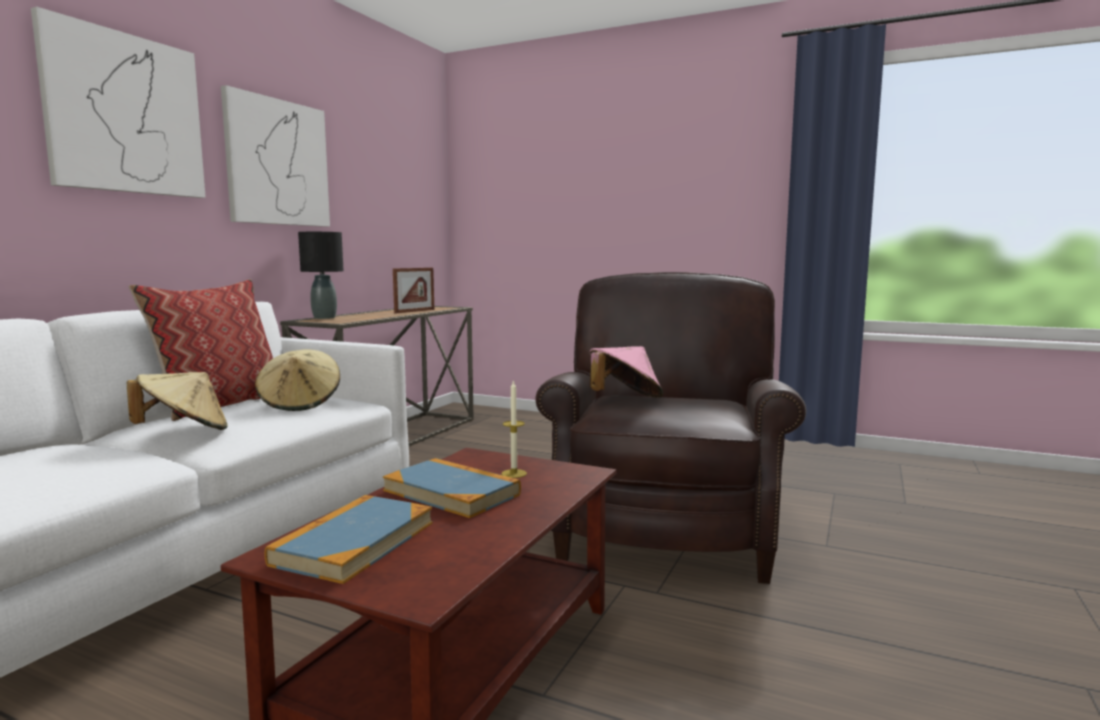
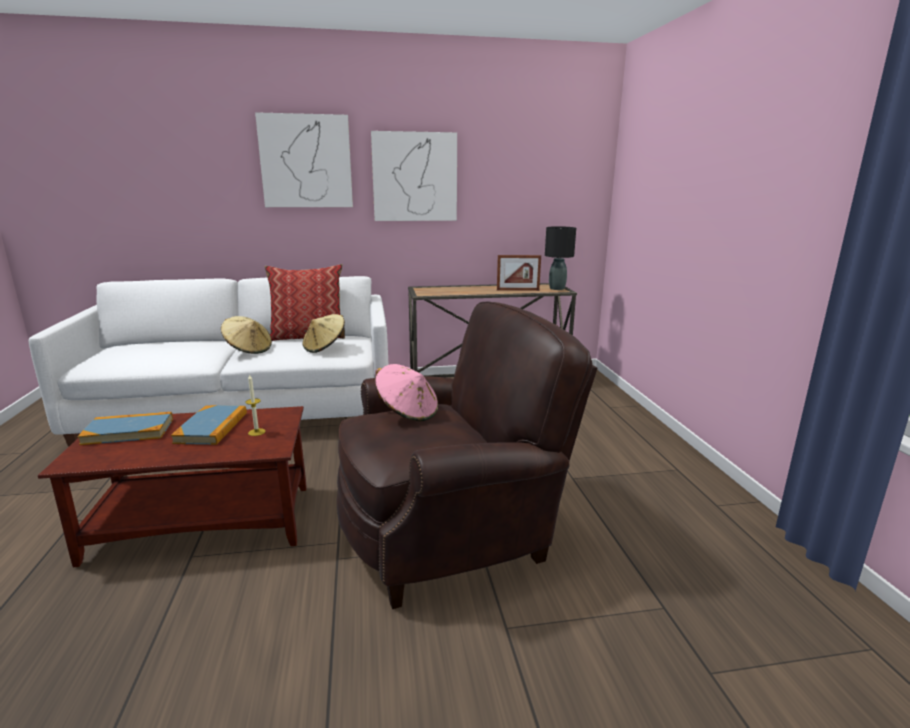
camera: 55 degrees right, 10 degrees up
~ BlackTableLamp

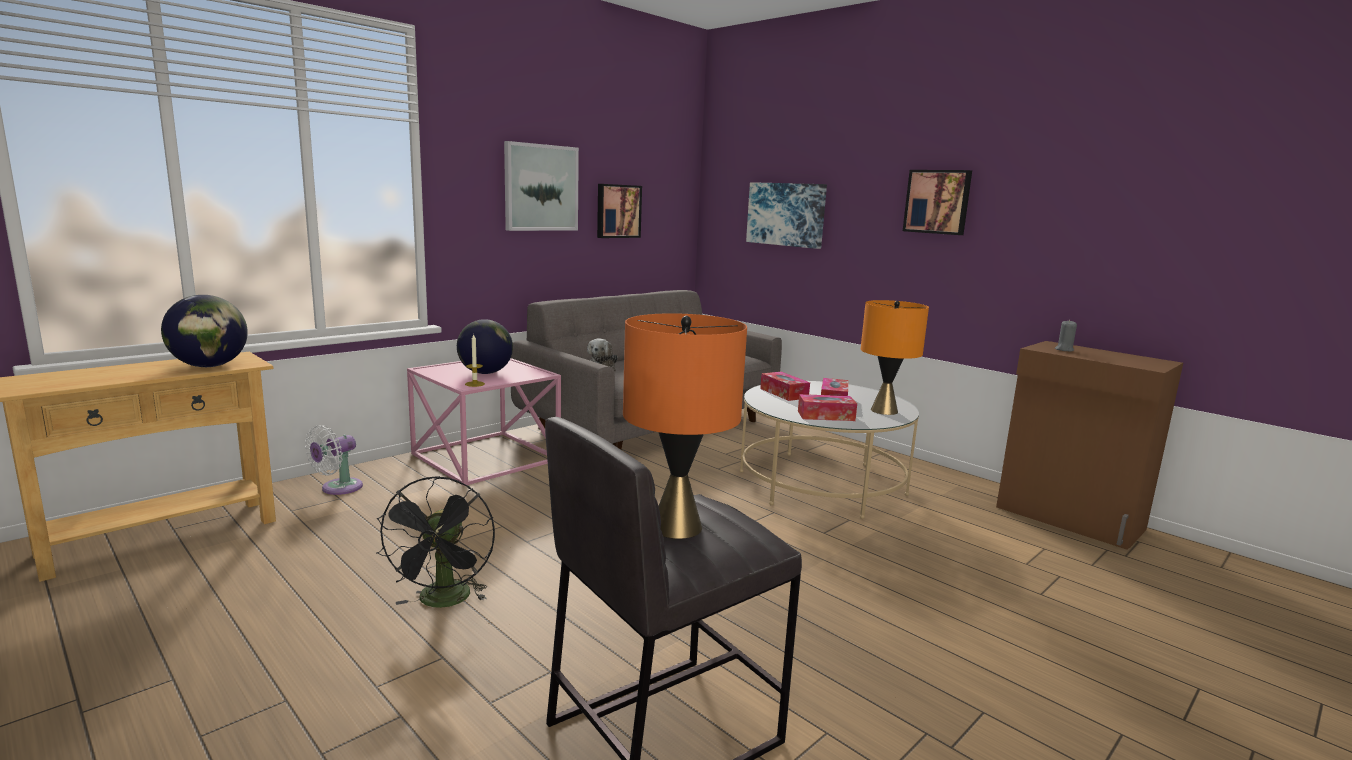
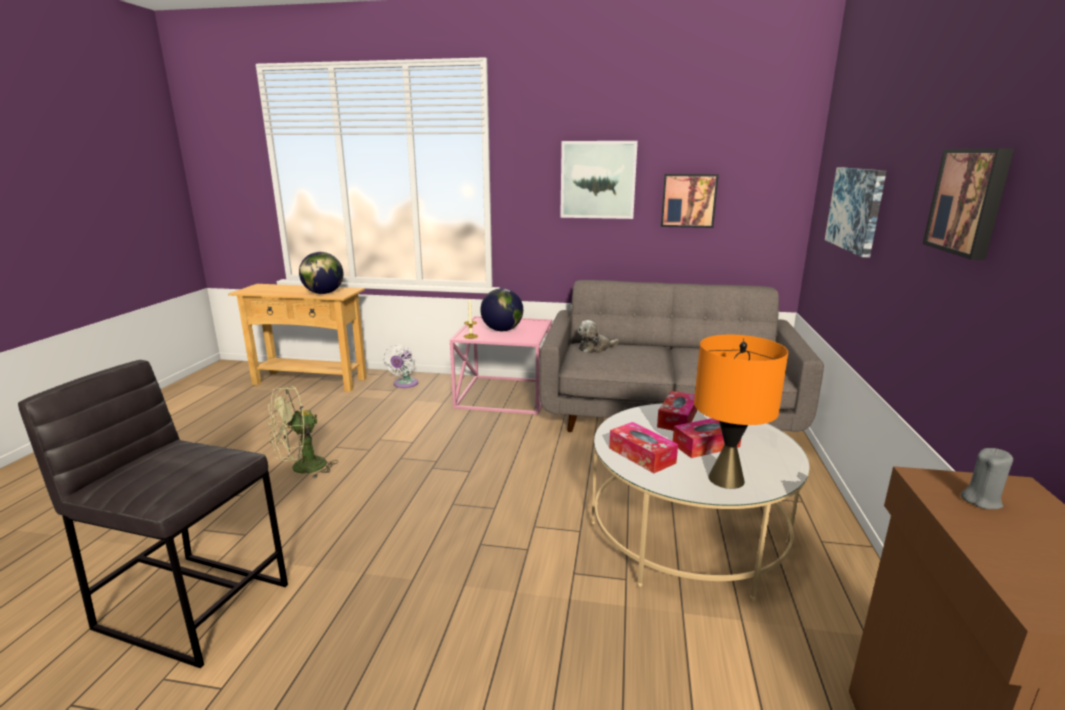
camera: 55 degrees right, 5 degrees up
- OrangeTableLamp (no. 1 from left)
~ WhiteFan 75 degrees counterclockwise
~ BlackFan to GreenFan

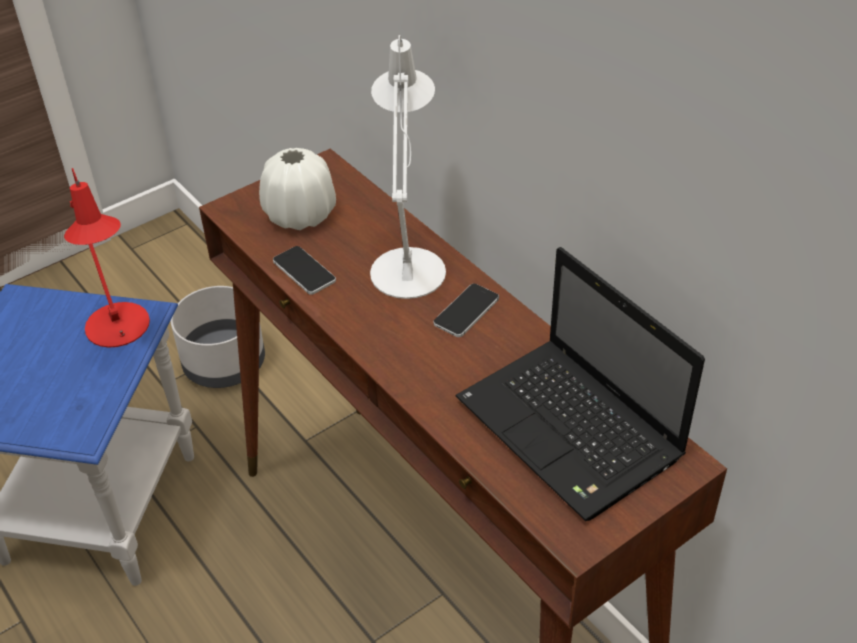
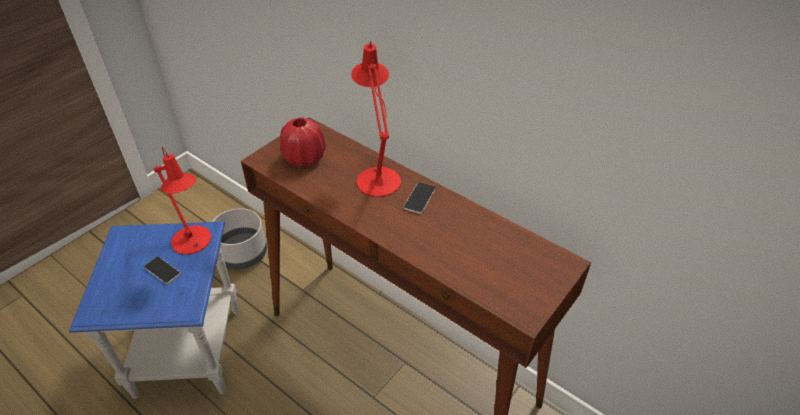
camera: 15 degrees left, 0 degrees up
~ WhiteTableLamp to RedTableLamp (no. 2 from left)
~ WhiteVase to RedVase
~ Phone (no. 1 from left)
- Laptop

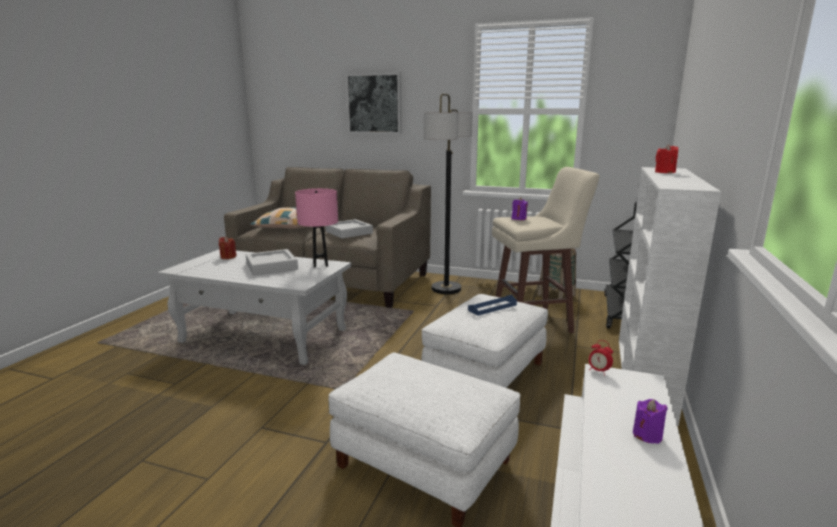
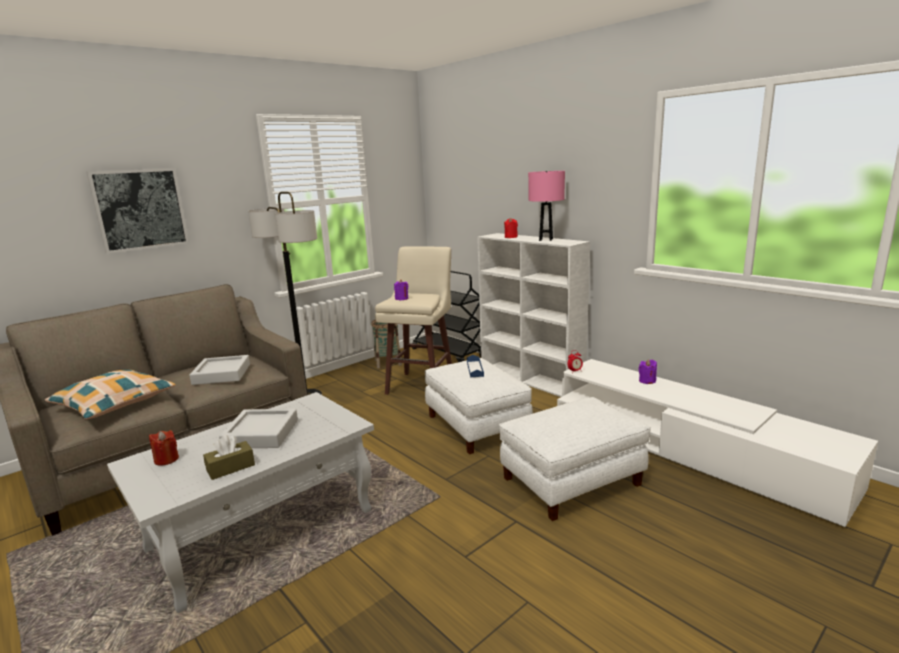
camera: 60 degrees left, 0 degrees up
~ PinkTableLamp
+ BrownTissueBox

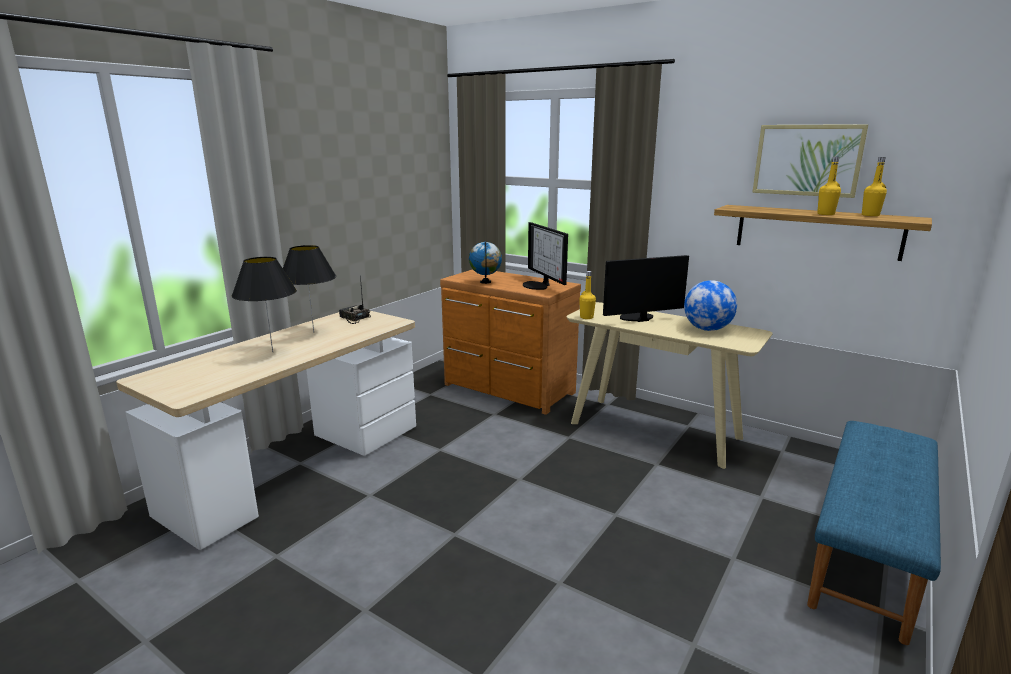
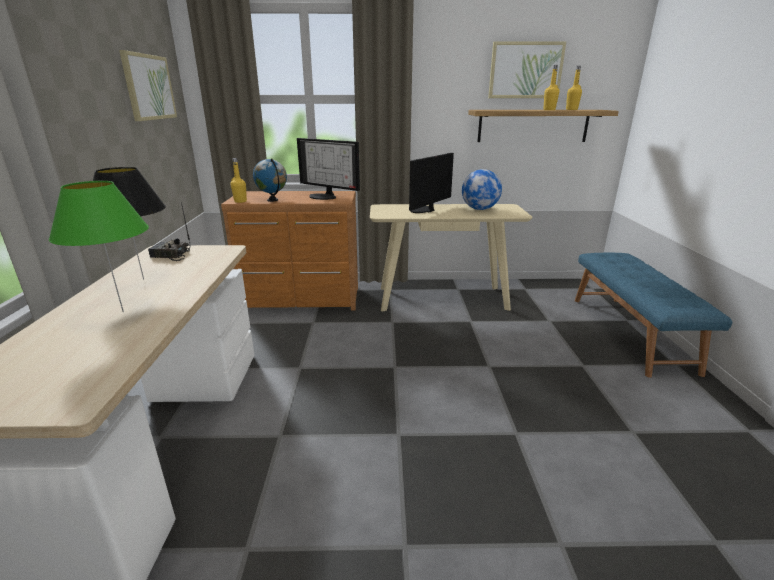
camera: 35 degrees left, 5 degrees up
~ BlackTableLamp (no. 1 from left) to GreenTableLamp
~ YellowBottle (no. 1 from left)
+ Picture (no. 1 from left)

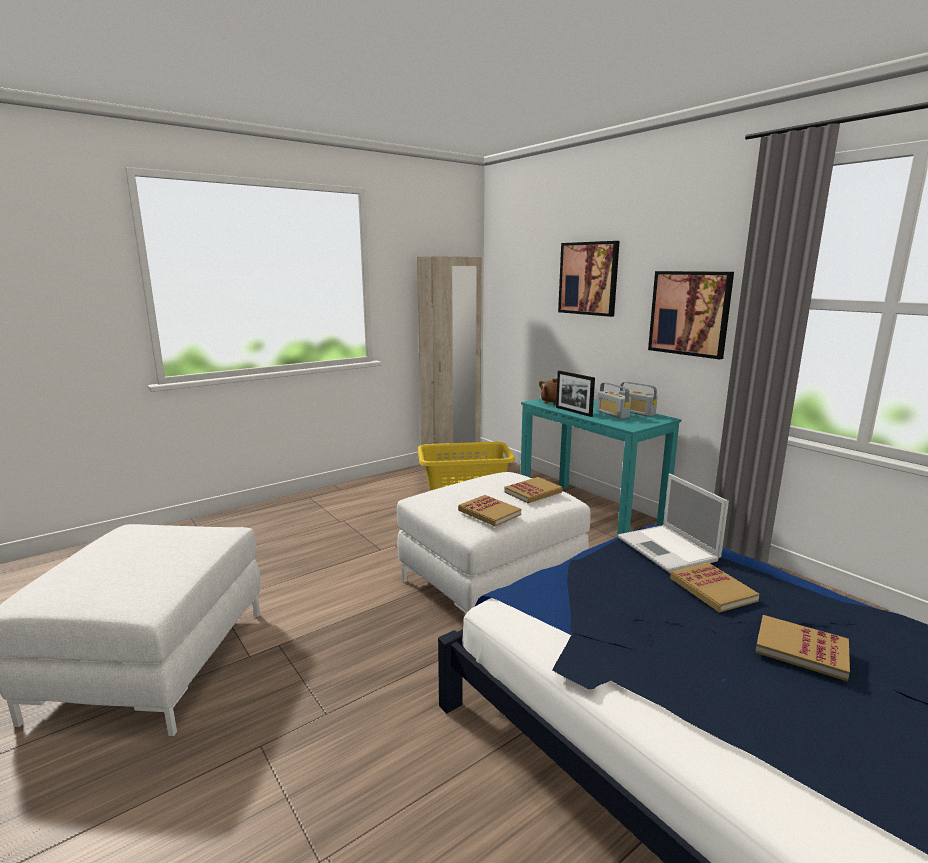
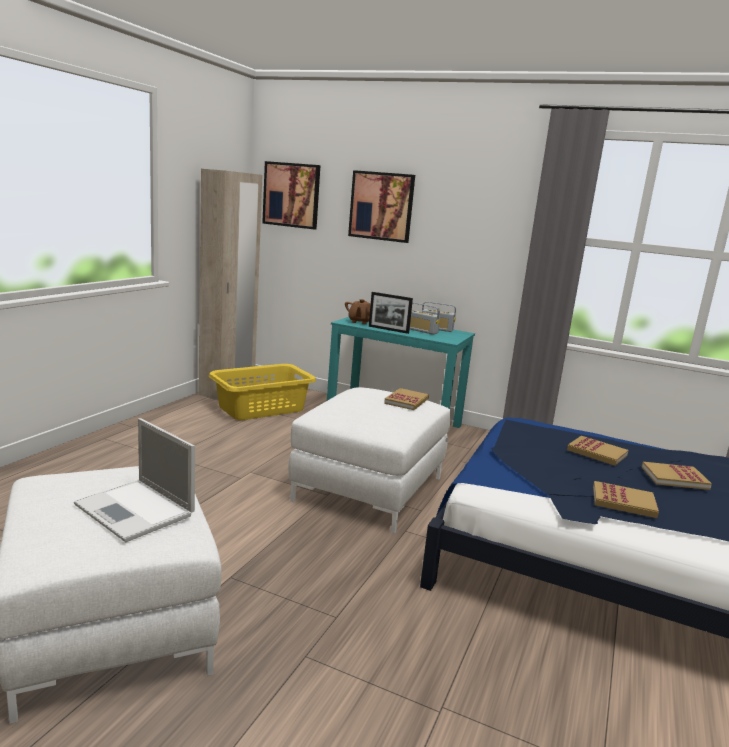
camera: 30 degrees left, 0 degrees up
~ Picture (no. 2 from left in the first image) to Picture (no. 1 from left)
~ Laptop
~ Book (no. 1 from left in the first image) to Book (no. 3 from left)

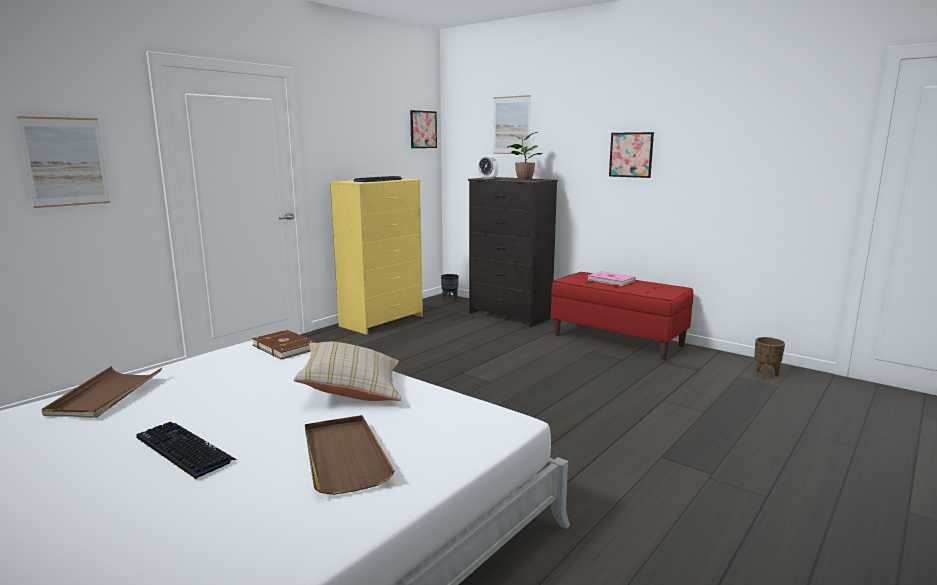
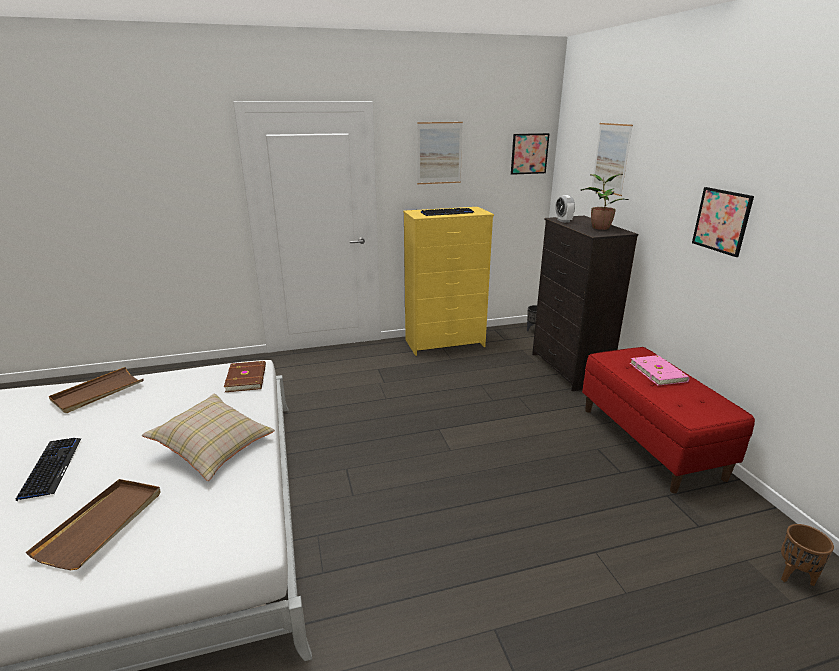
camera: 35 degrees right, 10 degrees up
~ Picture (no. 1 from left)

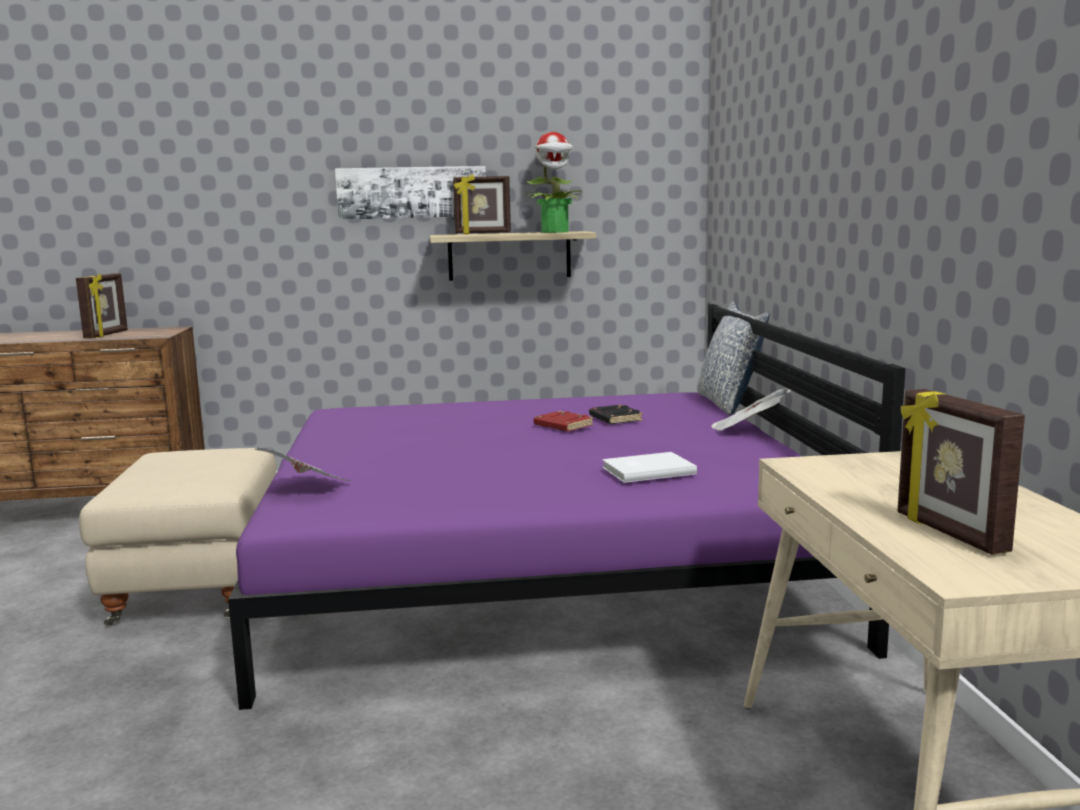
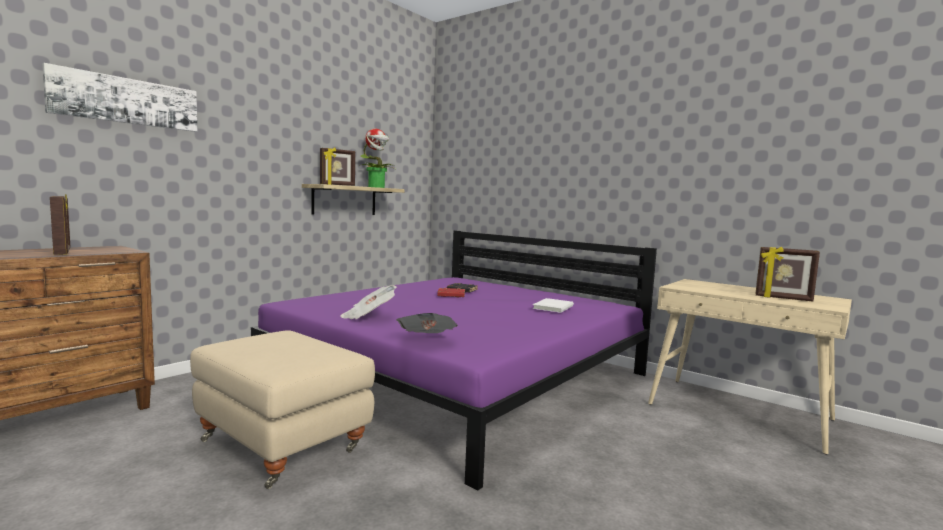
camera: 45 degrees left, 5 degrees down
~ Picture
- Pillow
~ Newspaper (no. 2 from left in the first image) to Newspaper (no. 1 from left)

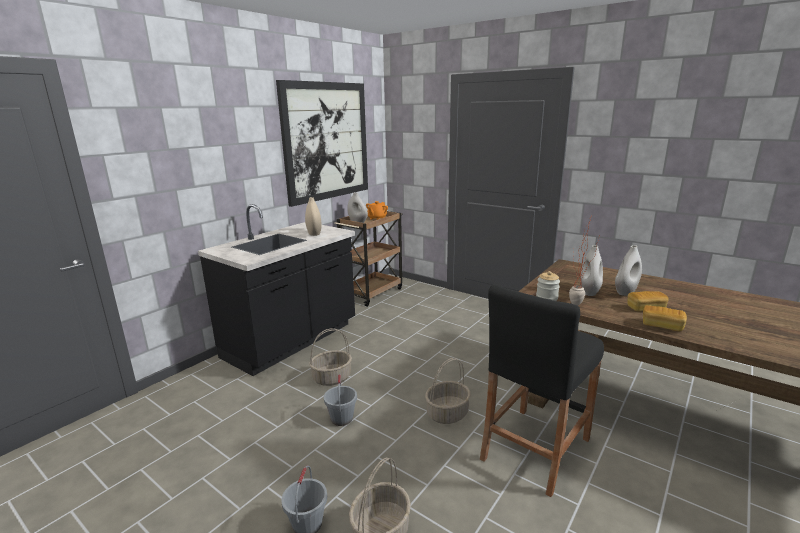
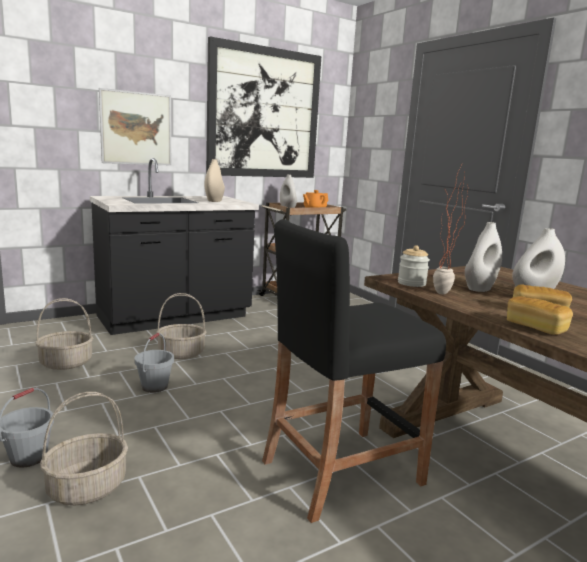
camera: 20 degrees right, 5 degrees down
~ Basket (no. 3 from left in the first image) to Basket (no. 1 from left)
+ Picture (no. 1 from left)

